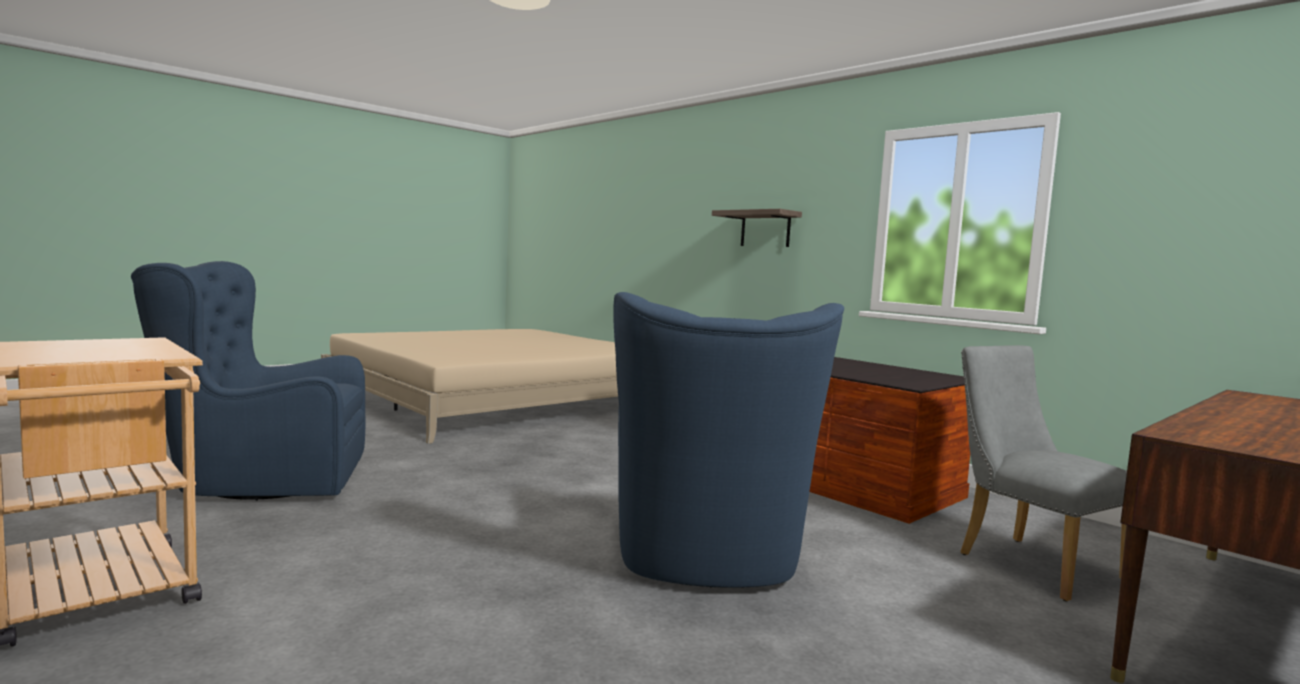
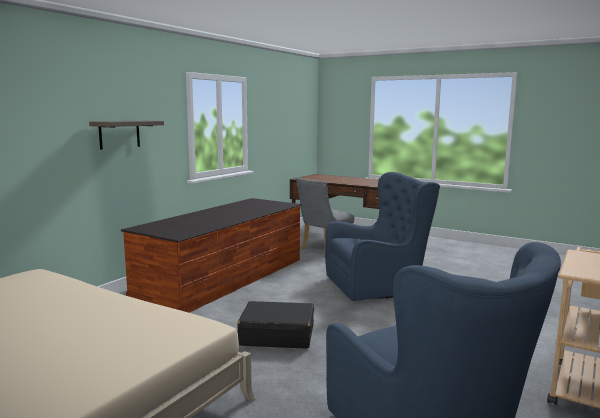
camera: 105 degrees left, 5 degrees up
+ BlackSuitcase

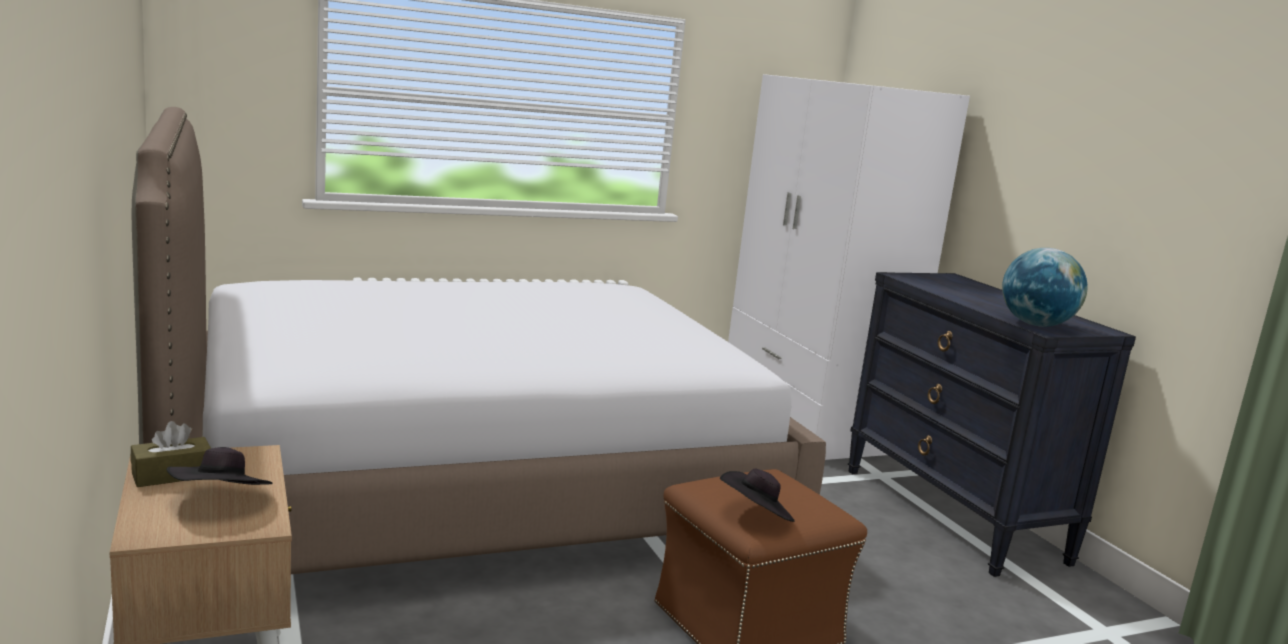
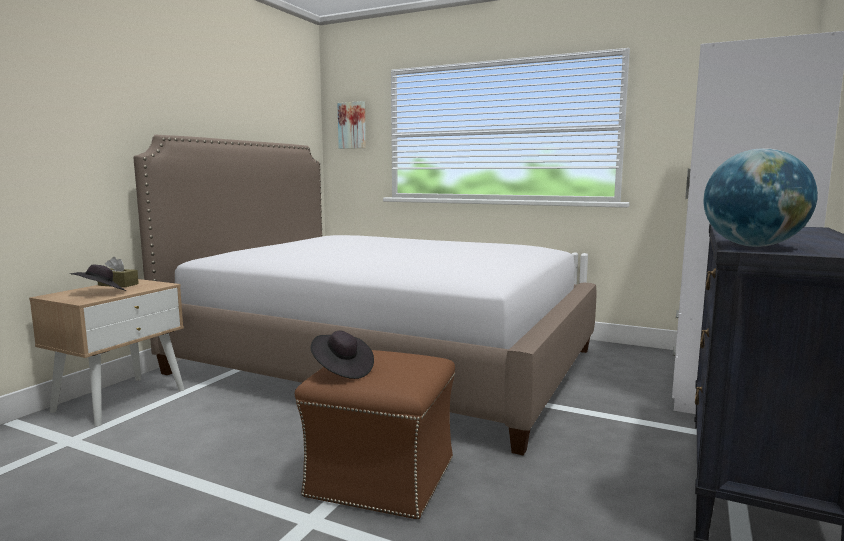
camera: 50 degrees right, 5 degrees down
+ Picture

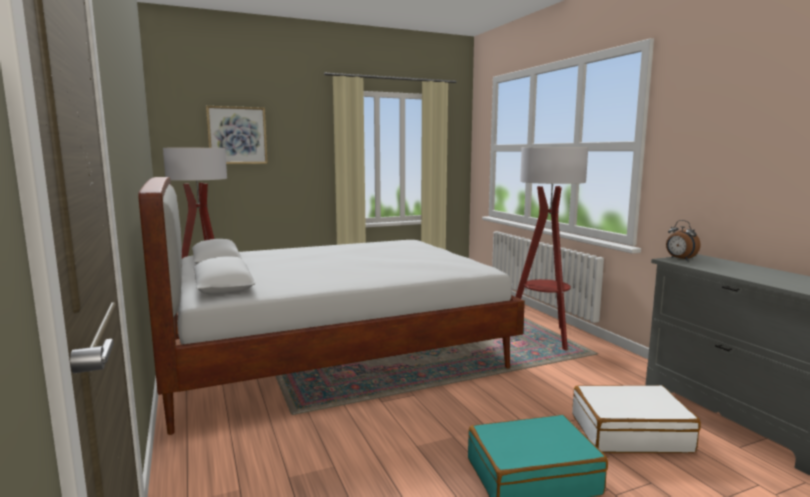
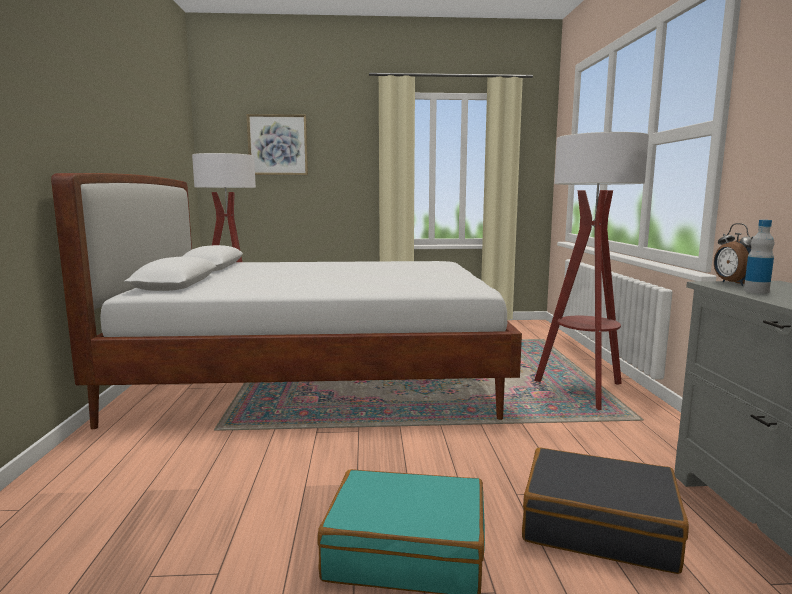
camera: 20 degrees right, 0 degrees up
~ WhiteSuitcase to BlackSuitcase
+ Bottle

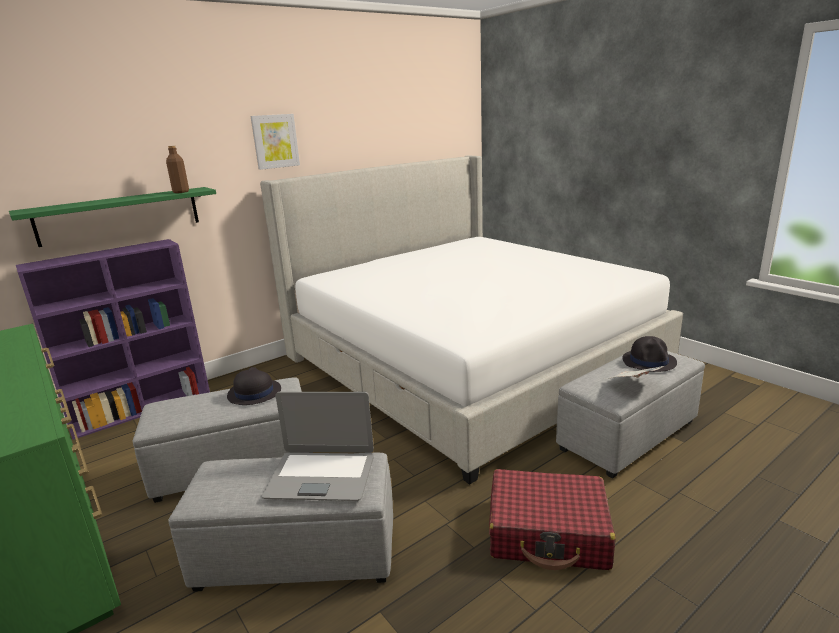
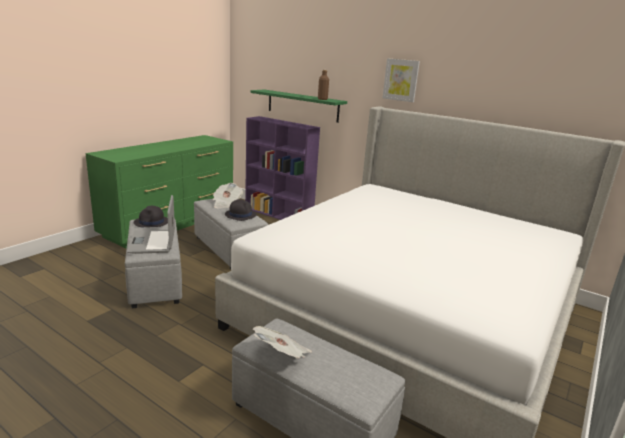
camera: 70 degrees right, 0 degrees up
~ BlackHat (no. 2 from left in the first image) to BlackHat (no. 1 from left)
- RedSuitcase
+ Newspaper (no. 1 from left)

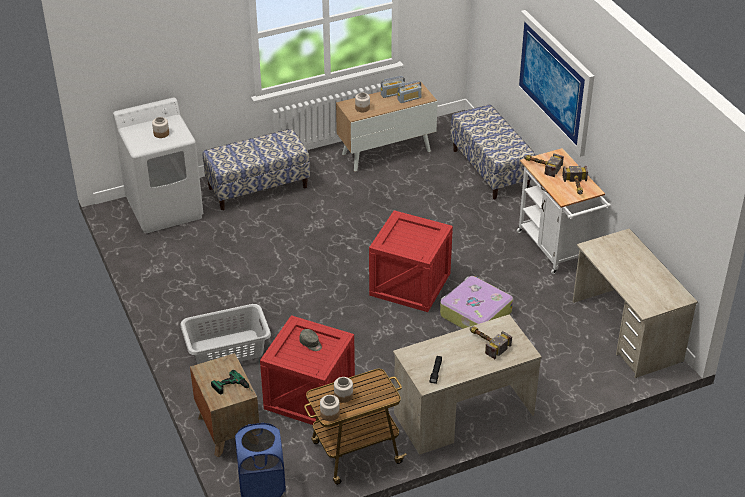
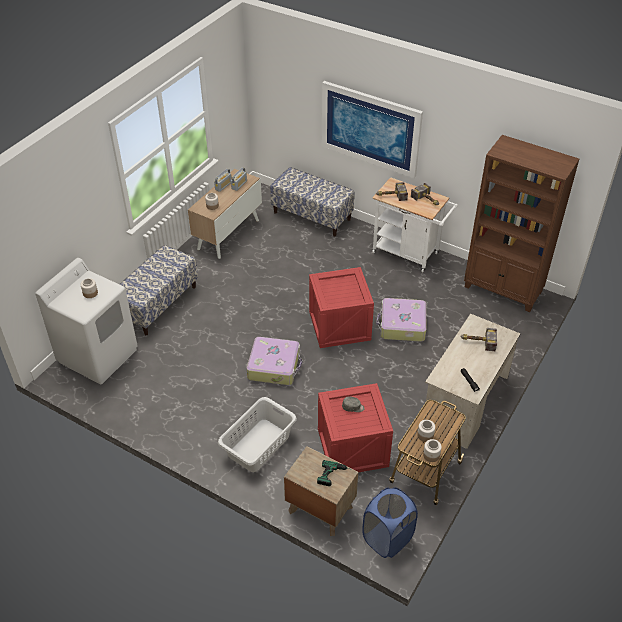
camera: 35 degrees left, 5 degrees up
~ BeigeDesk (no. 2 from left) to BrownBookcase
+ Suitcase (no. 1 from left)

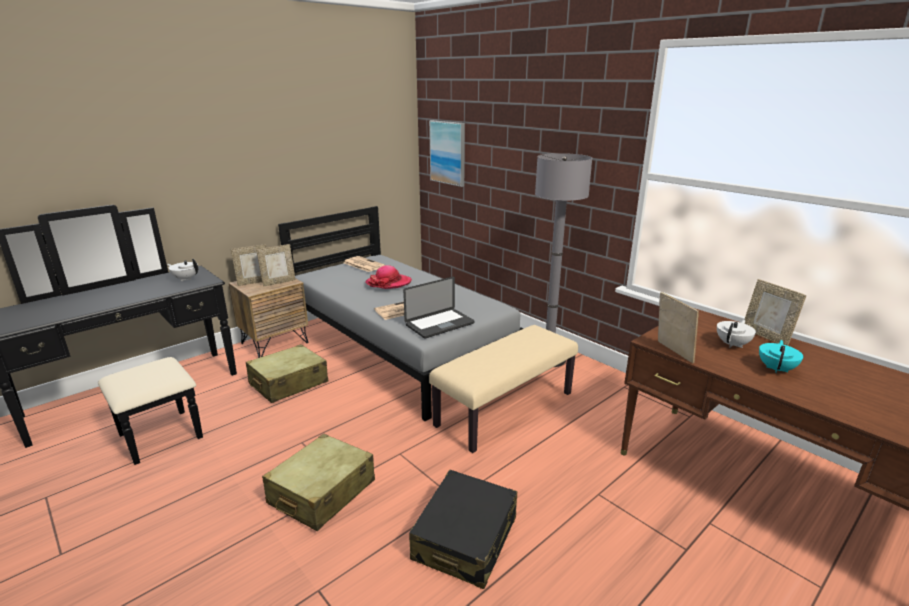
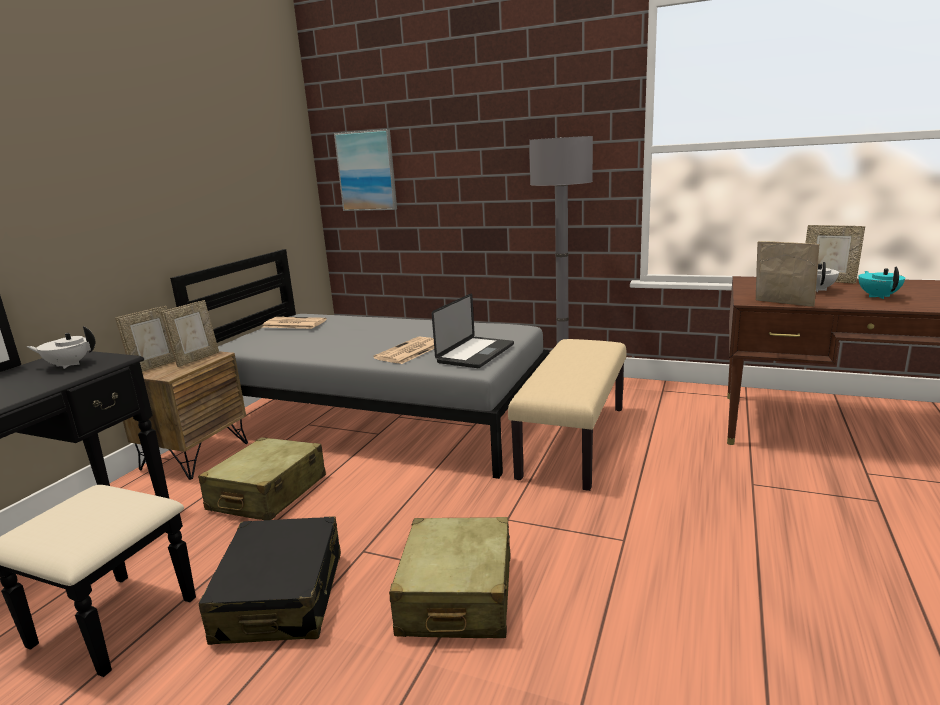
camera: 25 degrees left, 5 degrees down
- Hat
~ BlackSuitcase

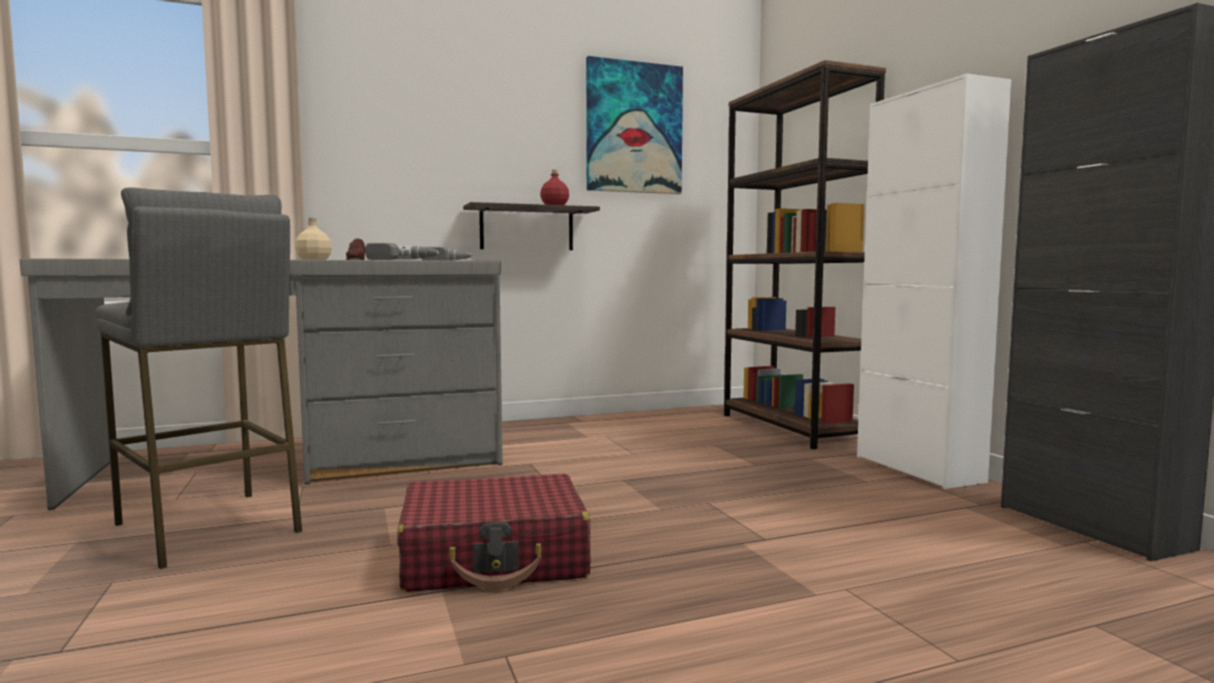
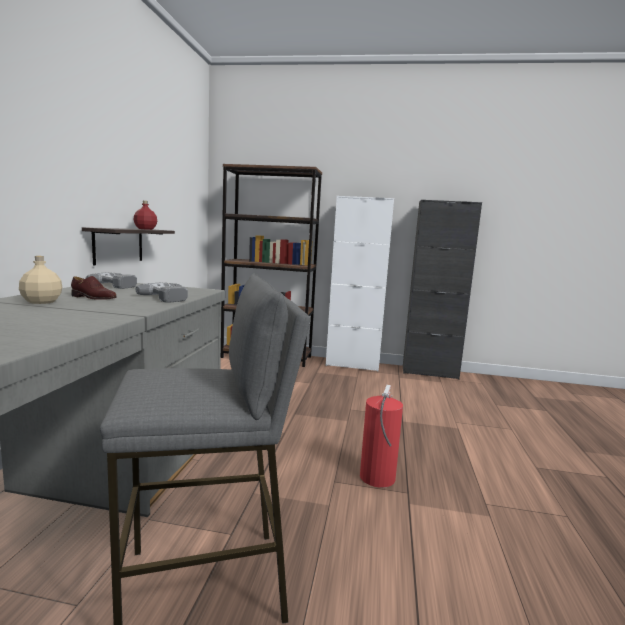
camera: 60 degrees left, 5 degrees up
- Picture
~ RedSuitcase to FireExtinguisher

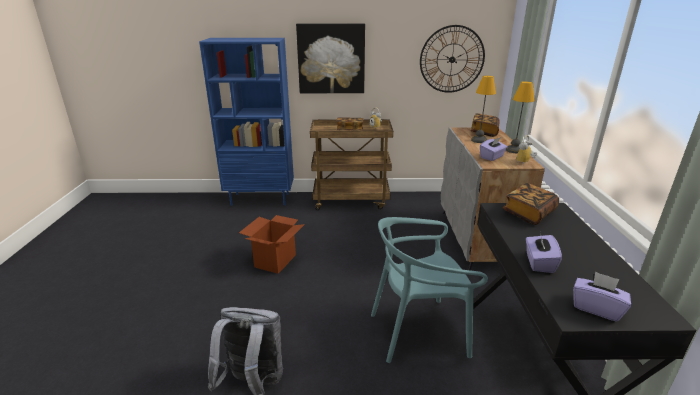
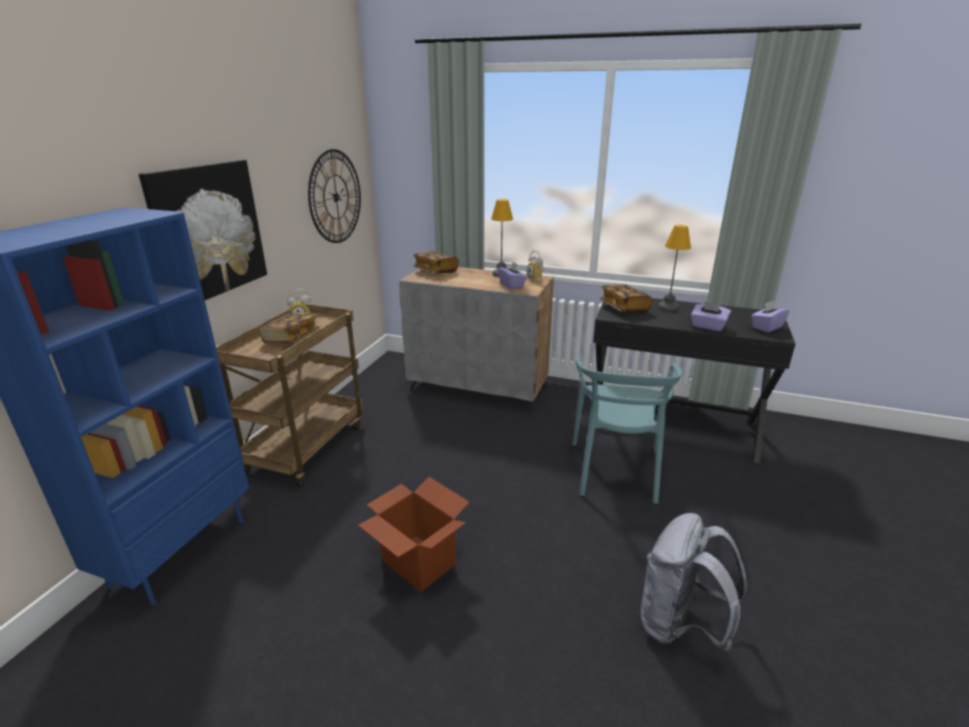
camera: 70 degrees left, 0 degrees up
~ TableLamp (no. 1 from left in the first image) to TableLamp (no. 2 from left)

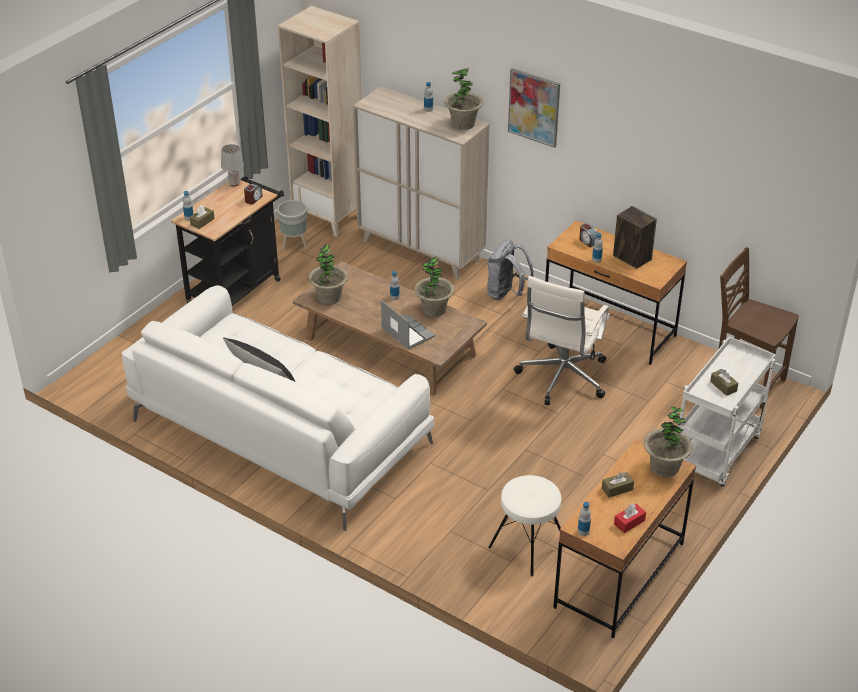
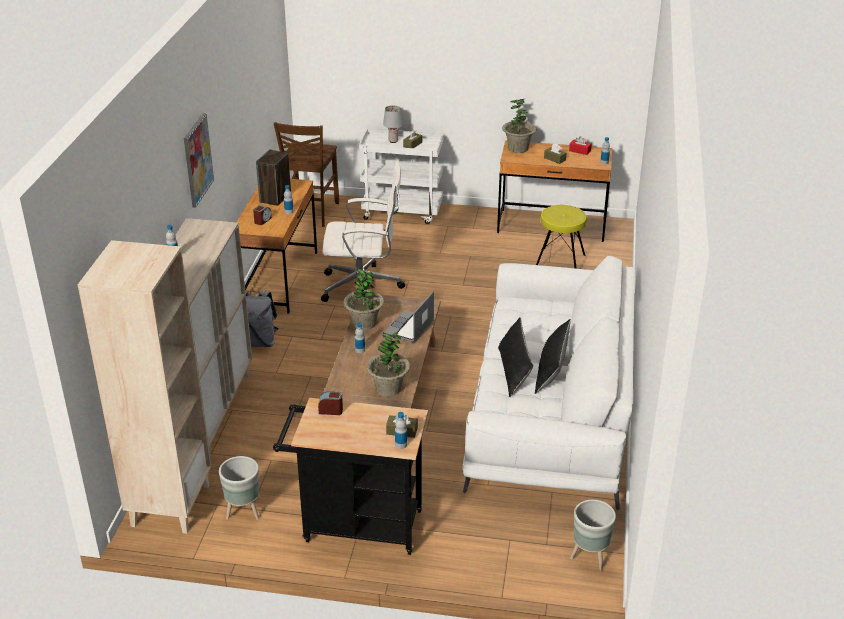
camera: 115 degrees left, 5 degrees down
- PottedPlant (no. 3 from left)
~ GreyTableLamp
~ WhiteStool to YellowStool
+ BlackPillow (no. 1 from left)
+ GreyPlanter (no. 2 from left)

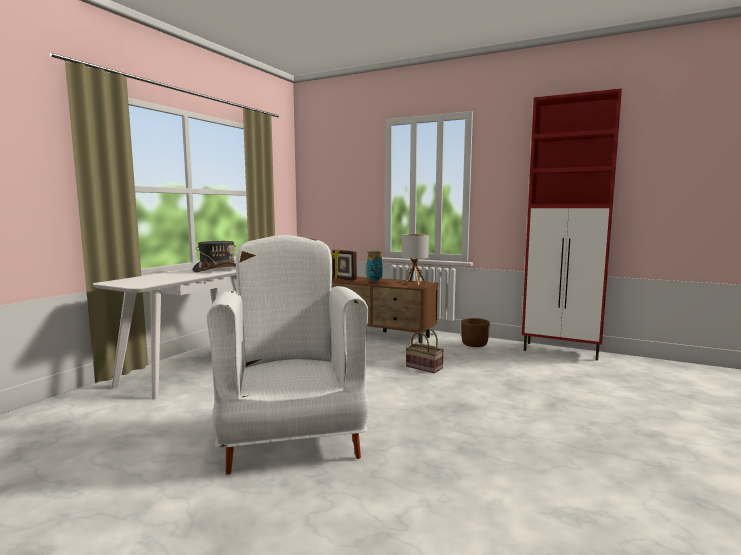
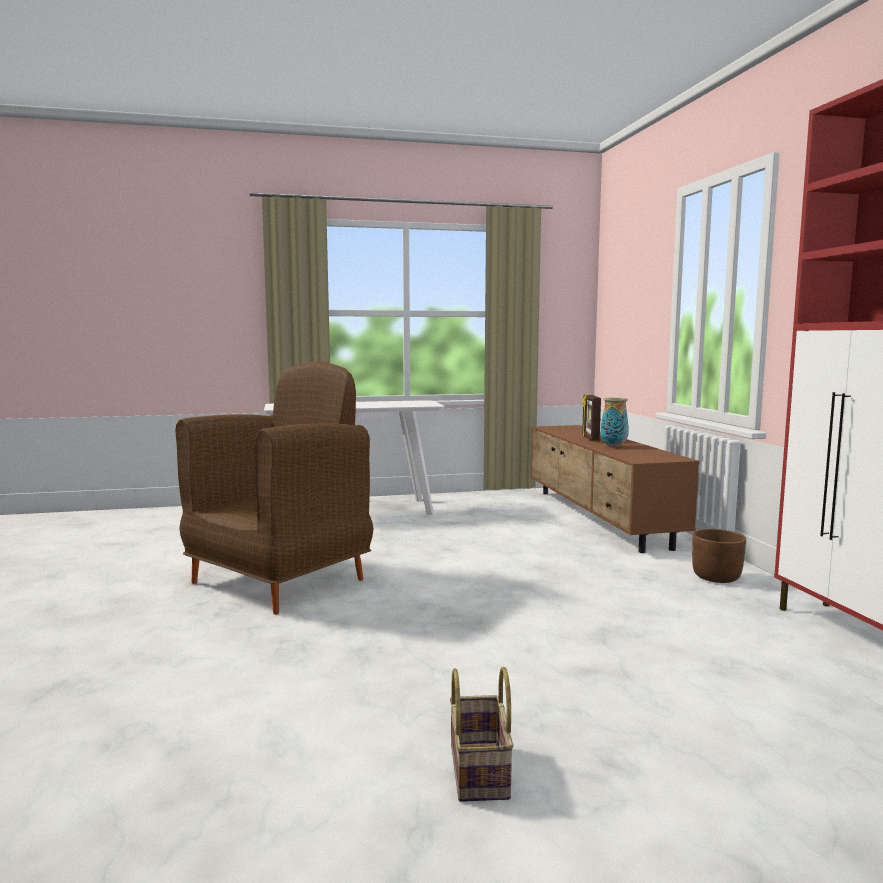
camera: 50 degrees right, 0 degrees up
- TableLamp
~ WhiteArmchair to BrownArmchair
- GreyHat
~ Basket

